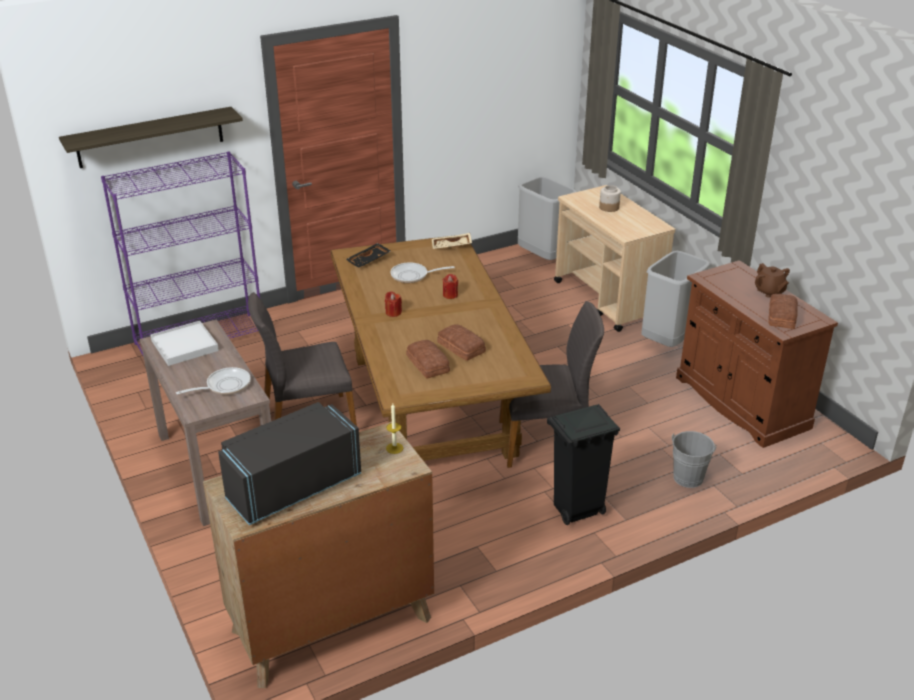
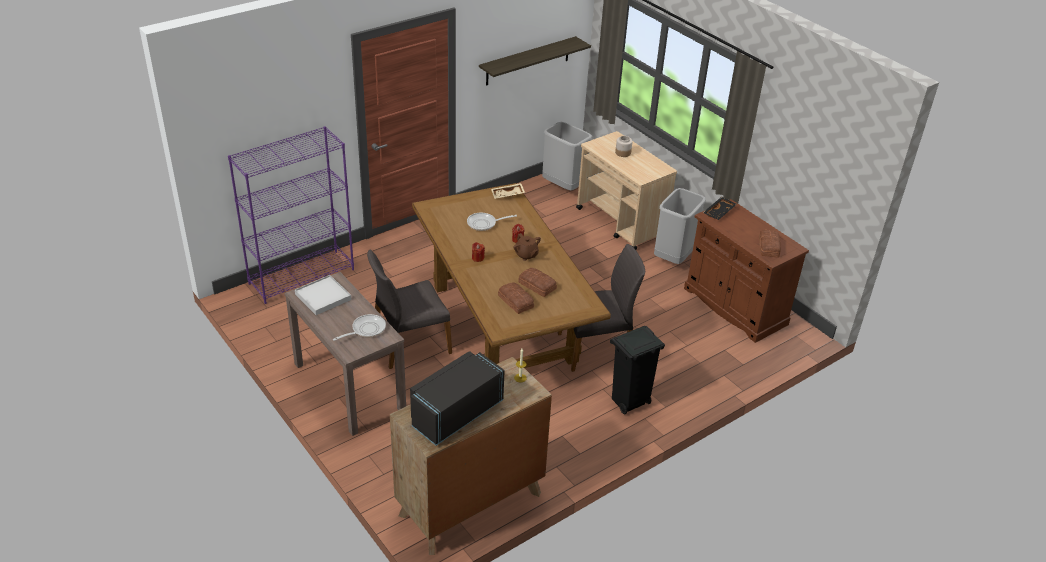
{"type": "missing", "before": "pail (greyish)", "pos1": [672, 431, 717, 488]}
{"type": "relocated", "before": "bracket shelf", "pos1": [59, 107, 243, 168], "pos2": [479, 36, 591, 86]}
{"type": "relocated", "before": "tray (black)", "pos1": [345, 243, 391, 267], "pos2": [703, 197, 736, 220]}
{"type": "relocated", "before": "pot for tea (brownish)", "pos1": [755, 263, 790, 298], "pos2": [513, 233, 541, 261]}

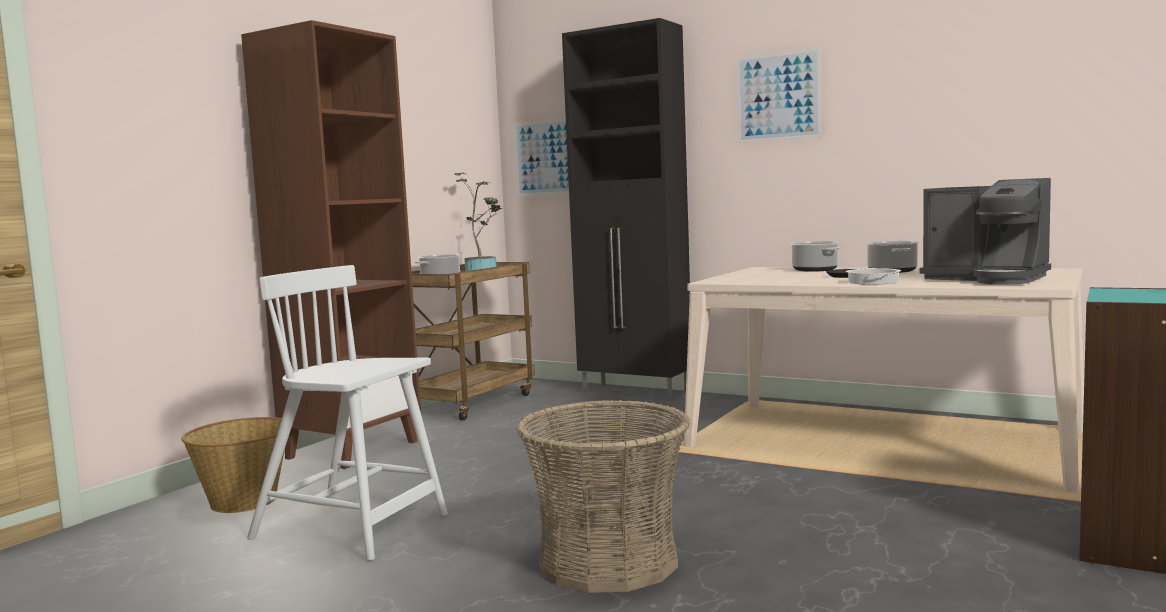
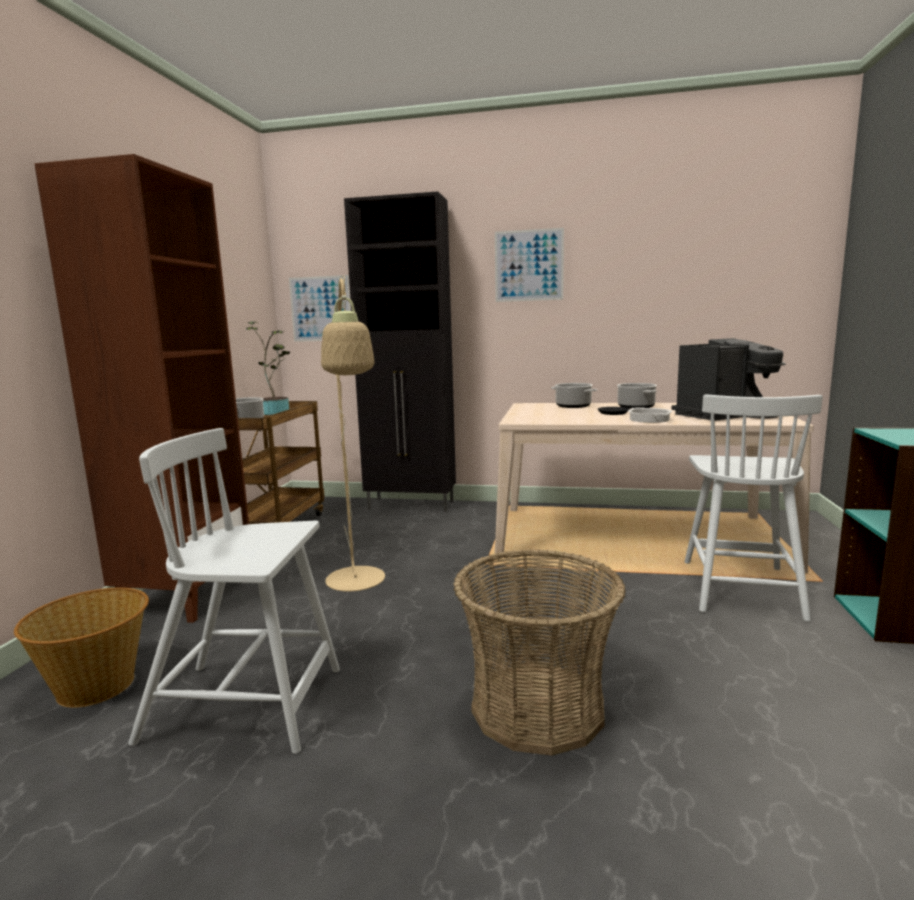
{"type": "appeared", "after": "standard lamp (beige-coloured)", "pos2": [321, 275, 385, 591]}
{"type": "appeared", "after": "plain chair (whitish)", "pos2": [685, 394, 823, 622]}
{"type": "spun", "before": "coffee brewer", "pos1": [920, 178, 1051, 285], "pos2": [671, 338, 786, 421], "turn": -45}

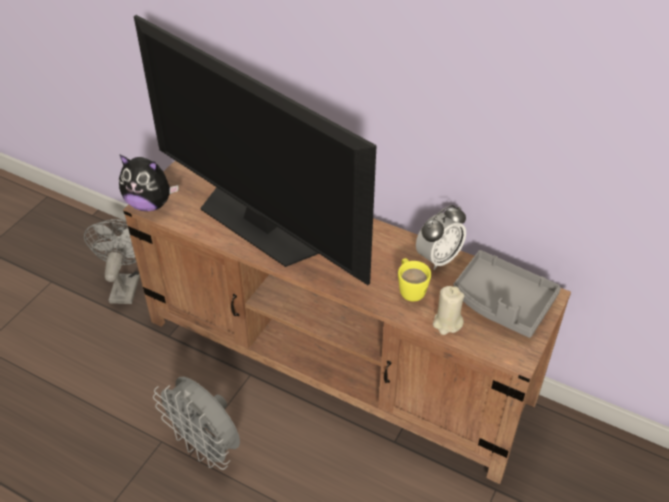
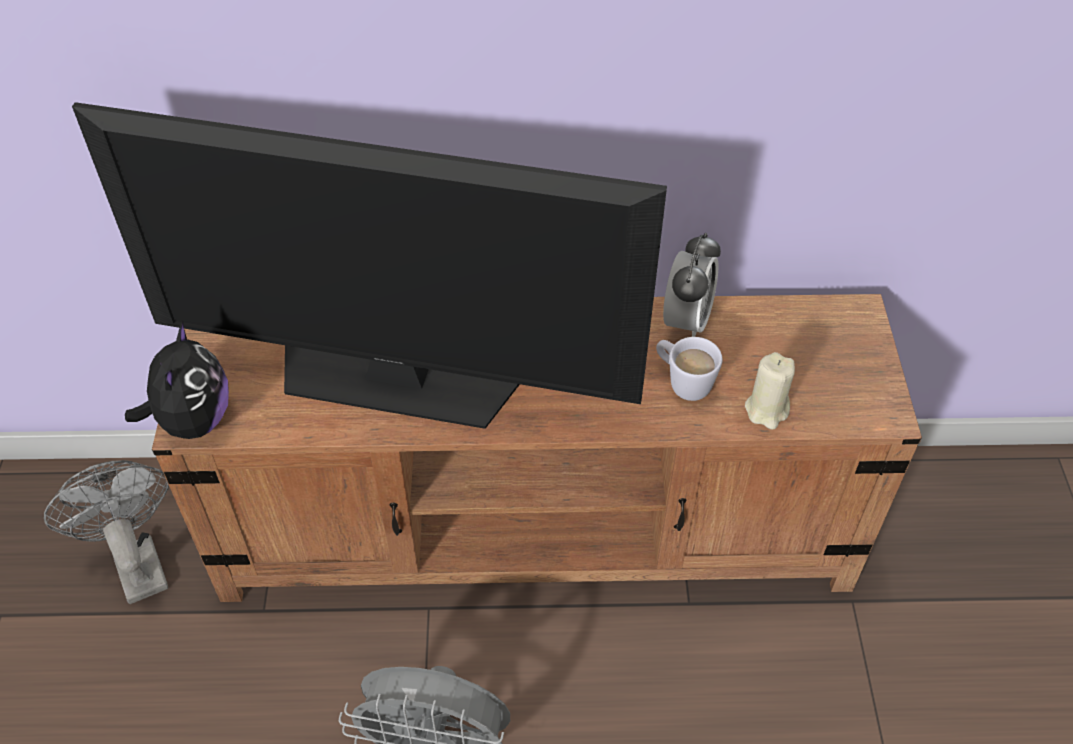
{"type": "missing", "before": "tray (greyish)", "pos1": [453, 250, 561, 338]}
{"type": "colour", "before": "coffee mug (yellow-coloured)", "after": "coffee mug (whitish)", "pos1": [398, 258, 431, 301], "pos2": [656, 337, 722, 401]}
{"type": "spun", "before": "soft toy", "pos1": [119, 154, 179, 211], "pos2": [125, 321, 229, 439], "turn": -75}

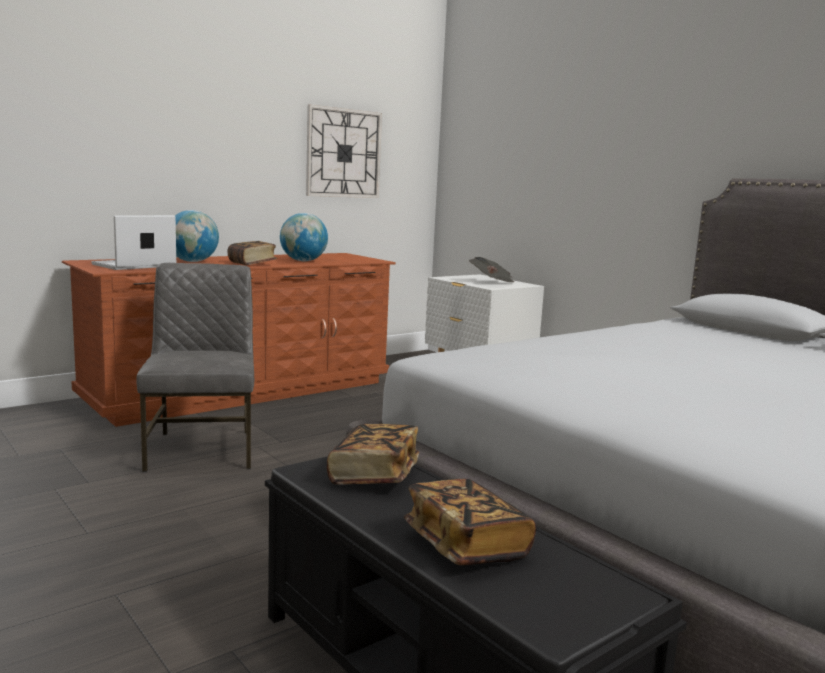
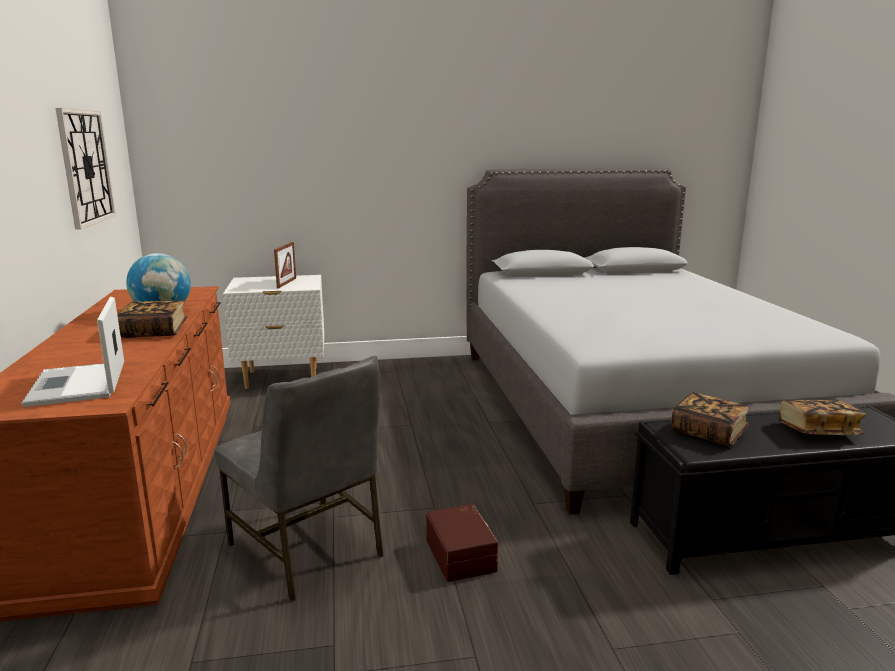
{"type": "missing", "before": "globe", "pos1": [175, 210, 219, 262]}
{"type": "appeared", "after": "storage container (brownish)", "pos2": [426, 504, 498, 582]}
{"type": "exchanged", "before": "newspaper", "after": "picture frame", "pos1": [469, 257, 514, 282], "pos2": [274, 242, 296, 288]}
{"type": "spun", "before": "plain chair (greyish)", "pos1": [136, 263, 254, 472], "pos2": [214, 356, 384, 602], "turn": -150}

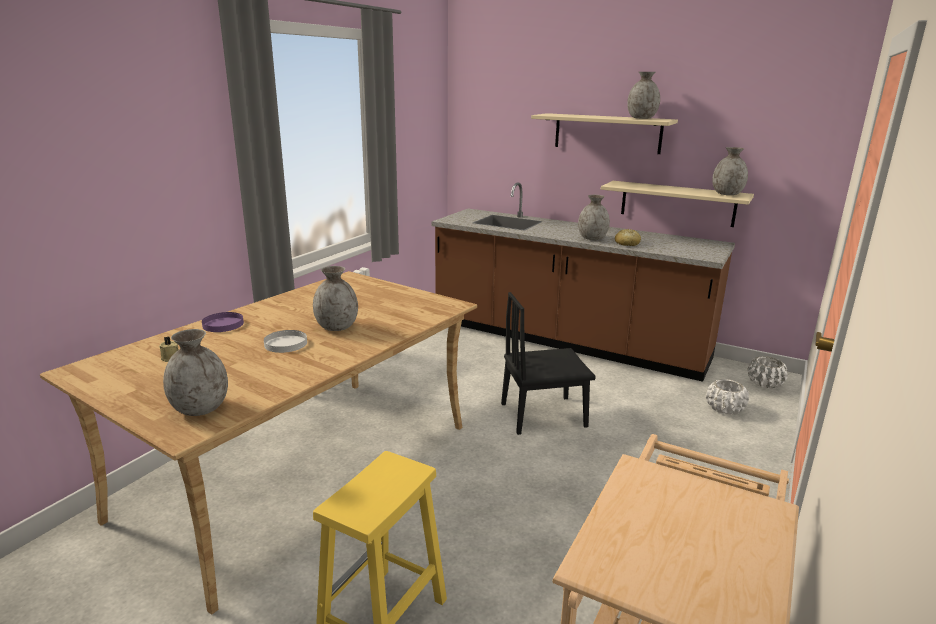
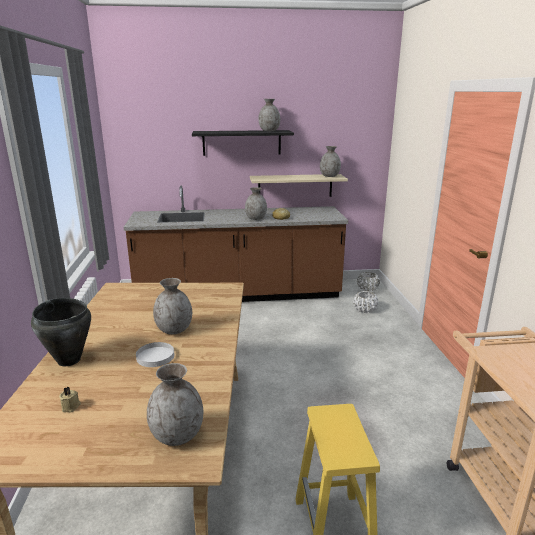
{"type": "missing", "before": "plain chair (black)", "pos1": [501, 292, 596, 435]}
{"type": "exchanged", "before": "dinner plate (purple-coloured)", "after": "saucepot (black)", "pos1": [202, 312, 244, 332], "pos2": [31, 298, 91, 366]}
{"type": "colour", "before": "bracket shelf (beige-coloured)", "after": "bracket shelf (black)", "pos1": [531, 113, 678, 154], "pos2": [192, 130, 294, 156]}

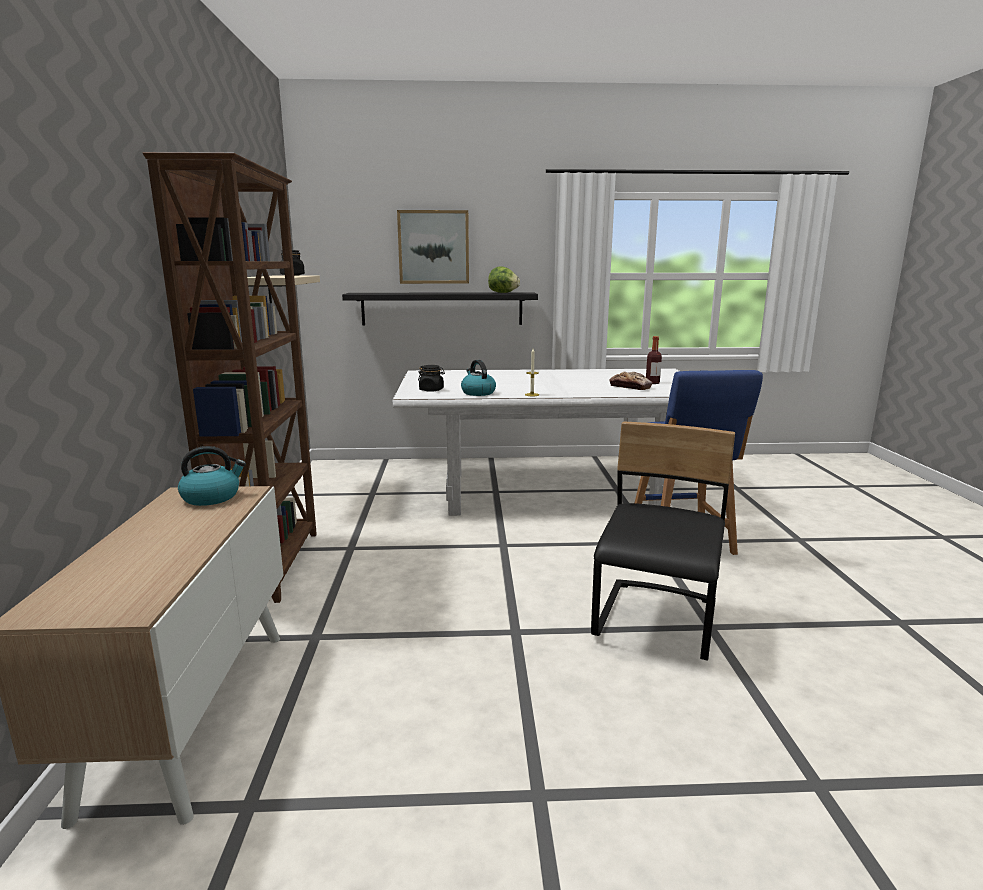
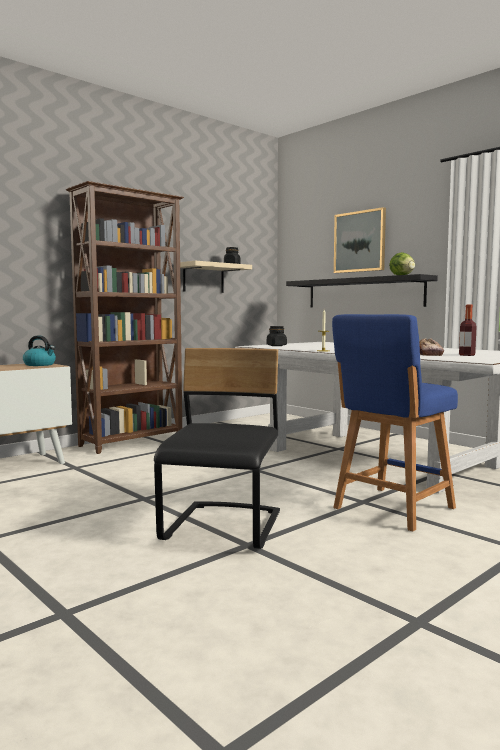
{"type": "missing", "before": "tea kettle", "pos1": [461, 360, 496, 396]}
{"type": "spun", "before": "plain chair (black)", "pos1": [591, 422, 735, 661], "pos2": [154, 348, 280, 549], "turn": -60}

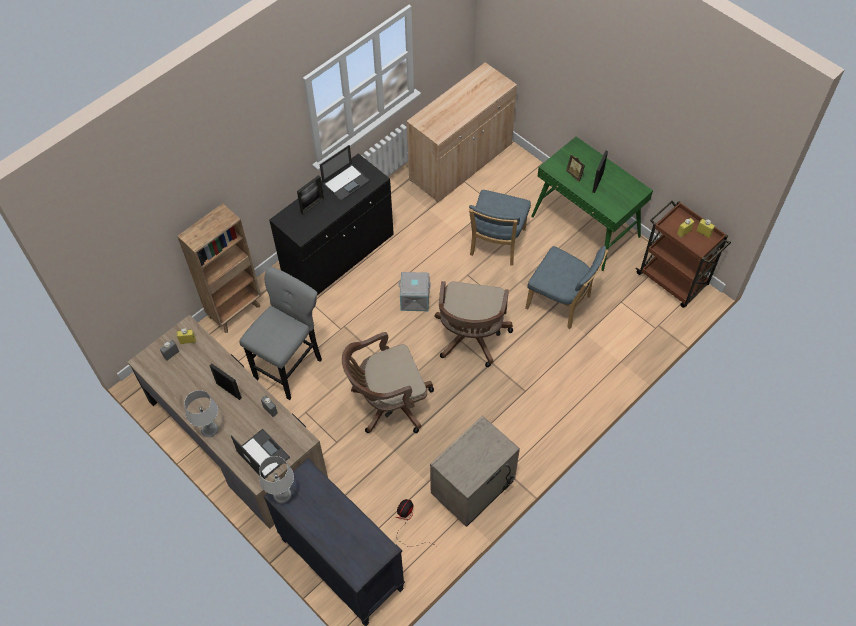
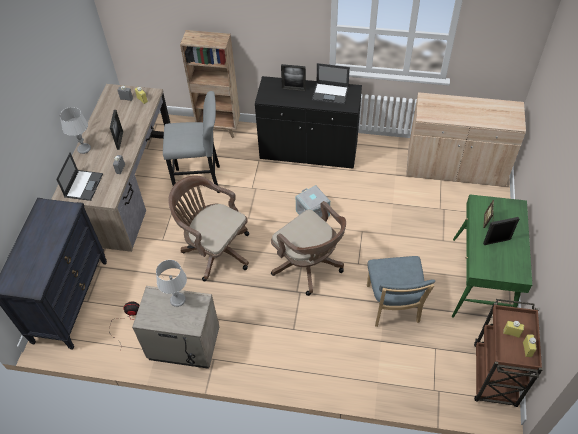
{"type": "missing", "before": "plain chair (blue)", "pos1": [469, 190, 531, 266]}
{"type": "relocated", "before": "lamp for a table (greyish)", "pos1": [259, 456, 294, 504], "pos2": [156, 260, 187, 307]}
{"type": "spun", "before": "desk chair (brownish)", "pos1": [435, 281, 513, 367], "pos2": [271, 201, 346, 296], "turn": -105}

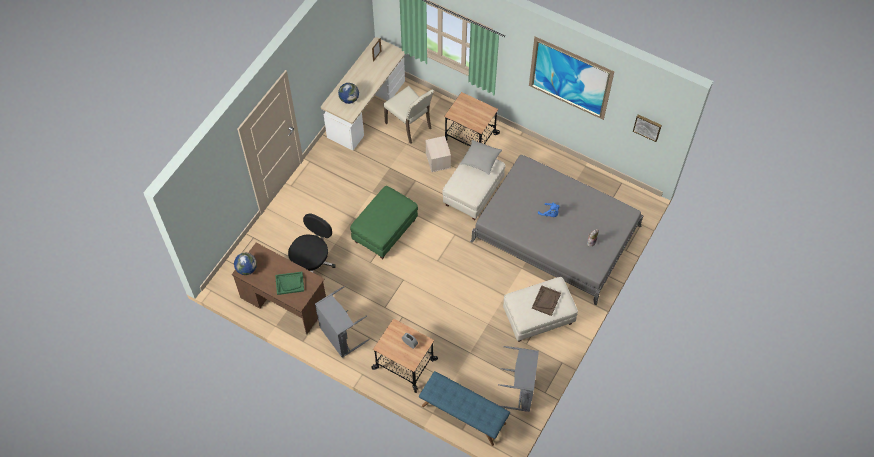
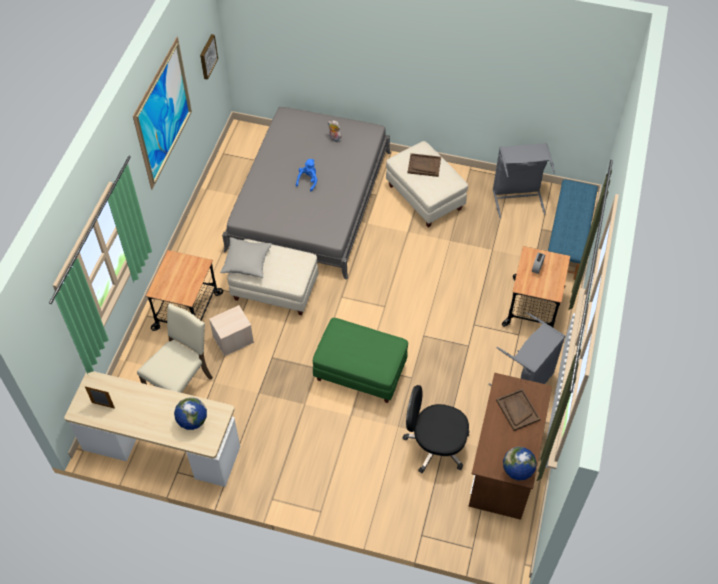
{"type": "colour", "before": "tray (greenish)", "after": "tray (brownish)", "pos1": [275, 272, 304, 295], "pos2": [496, 388, 541, 431]}

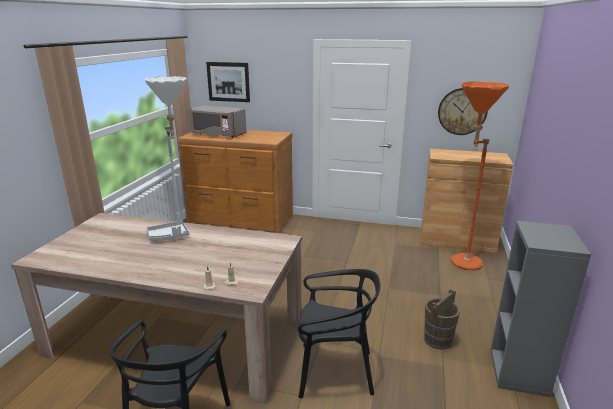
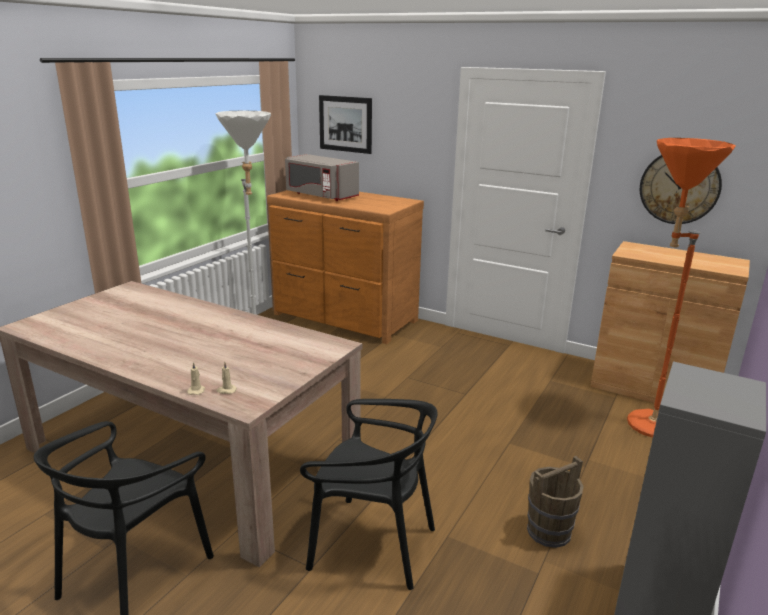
{"type": "missing", "before": "tray (greyish)", "pos1": [146, 221, 189, 241]}

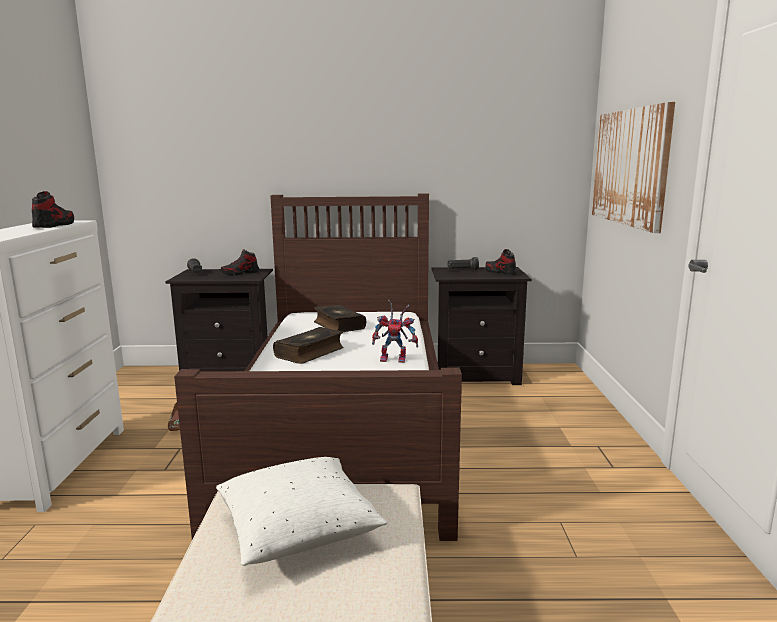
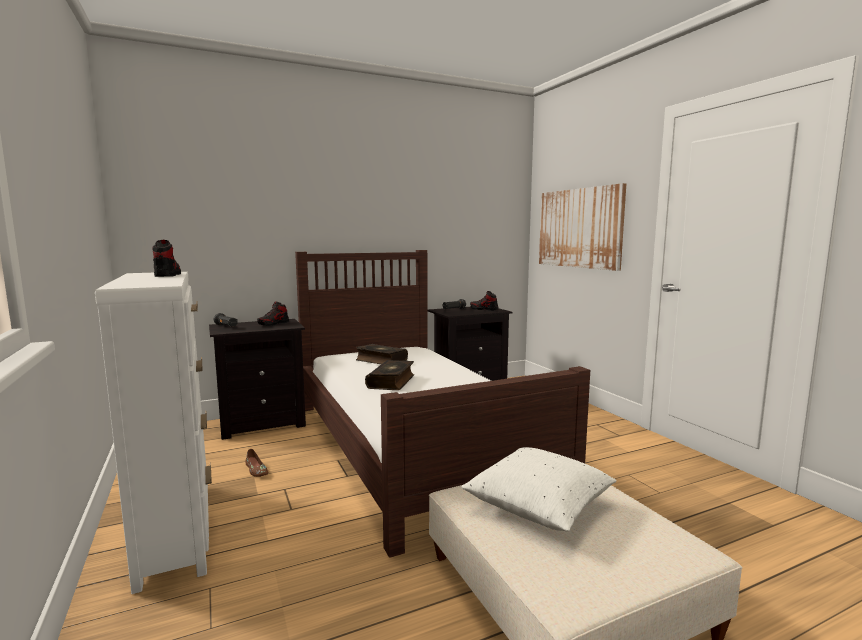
{"type": "missing", "before": "robot figure", "pos1": [372, 300, 418, 363]}

